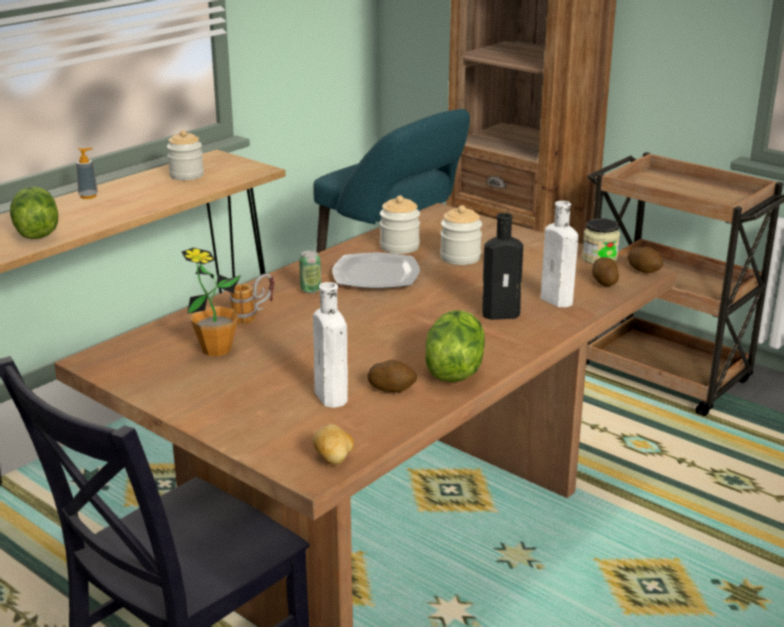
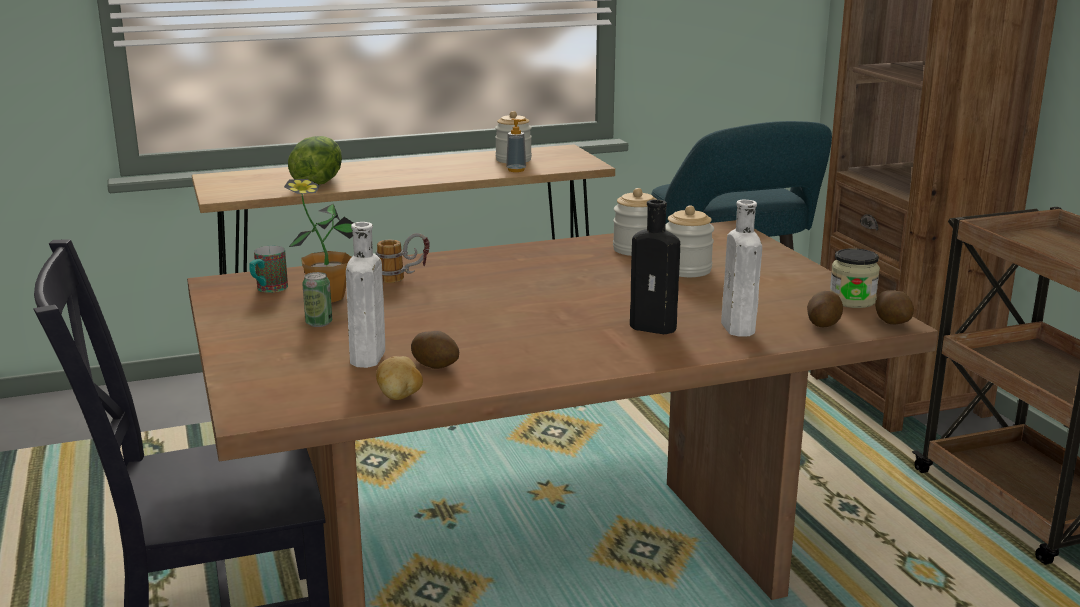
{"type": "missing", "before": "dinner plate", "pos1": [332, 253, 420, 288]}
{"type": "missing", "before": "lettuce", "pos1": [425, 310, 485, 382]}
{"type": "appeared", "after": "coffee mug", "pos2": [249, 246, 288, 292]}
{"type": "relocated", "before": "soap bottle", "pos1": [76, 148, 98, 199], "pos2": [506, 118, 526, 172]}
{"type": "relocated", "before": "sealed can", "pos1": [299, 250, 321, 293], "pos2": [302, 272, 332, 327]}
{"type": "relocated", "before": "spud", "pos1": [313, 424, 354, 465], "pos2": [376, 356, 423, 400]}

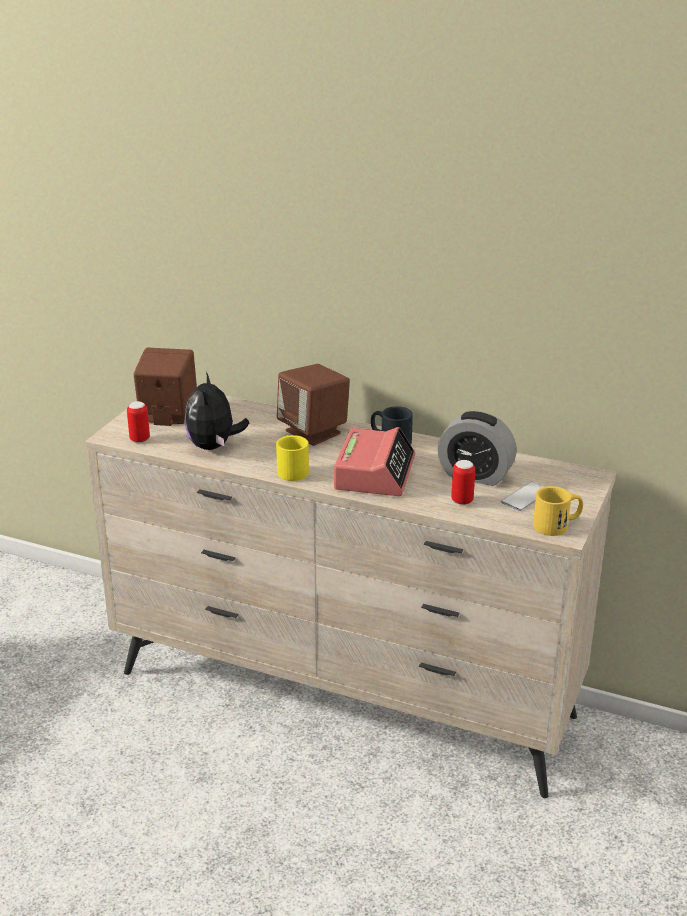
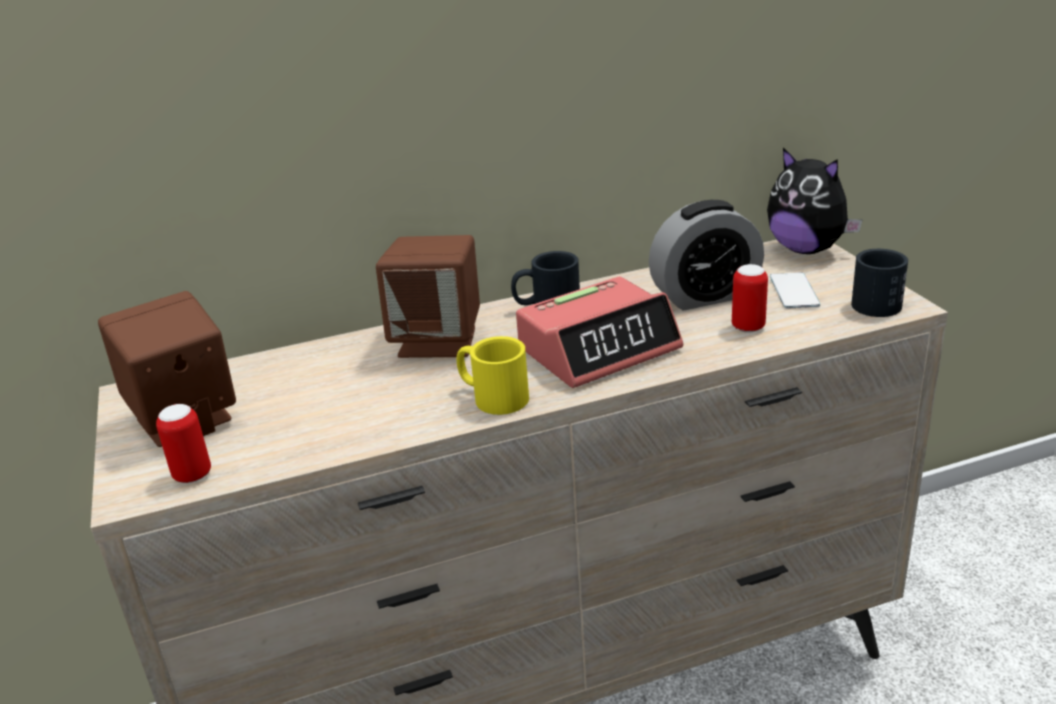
{"type": "relocated", "before": "soft toy", "pos1": [185, 372, 249, 450], "pos2": [767, 148, 863, 254]}
{"type": "colour", "before": "coffee mug (yellow-coloured)", "after": "coffee mug (black)", "pos1": [533, 486, 583, 536], "pos2": [851, 249, 908, 317]}
{"type": "spun", "before": "alarm clock", "pos1": [334, 427, 415, 496], "pos2": [516, 276, 683, 388], "turn": 90}

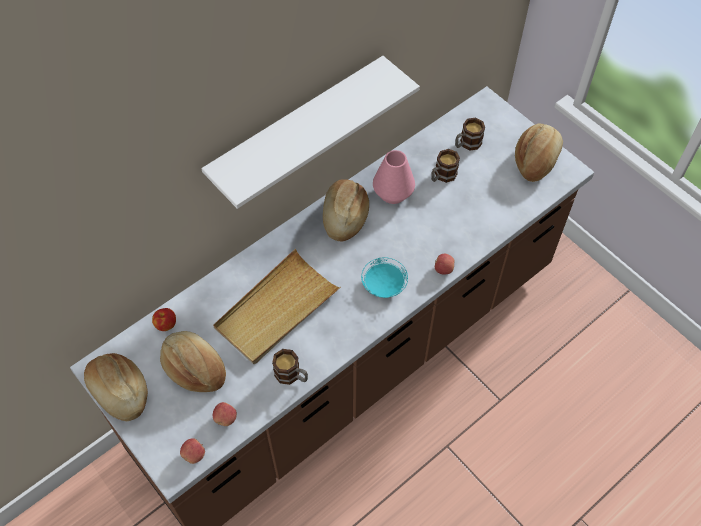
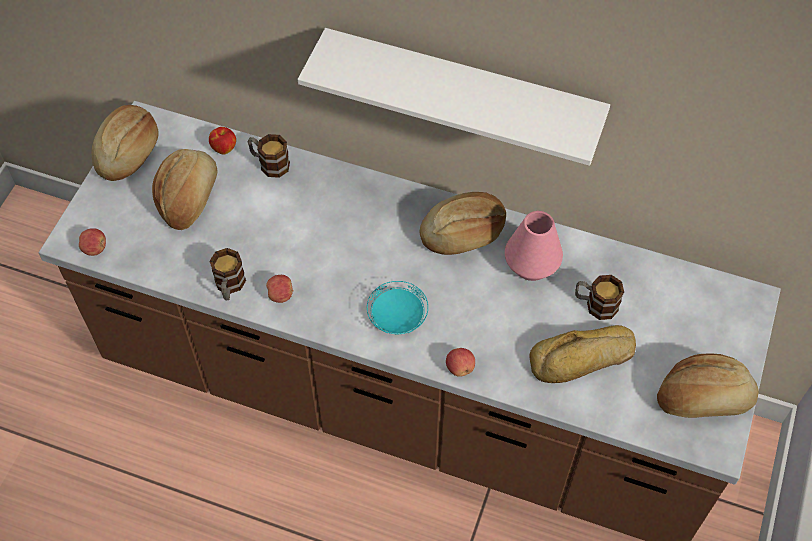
{"type": "missing", "before": "tray (beige-coloured)", "pos1": [213, 249, 341, 364]}
{"type": "appeared", "after": "baked bread", "pos2": [530, 325, 636, 383]}
{"type": "relocated", "before": "apple fruit", "pos1": [213, 402, 237, 426], "pos2": [266, 275, 294, 303]}
{"type": "relocated", "before": "coffee mug", "pos1": [455, 117, 485, 151], "pos2": [248, 134, 290, 178]}

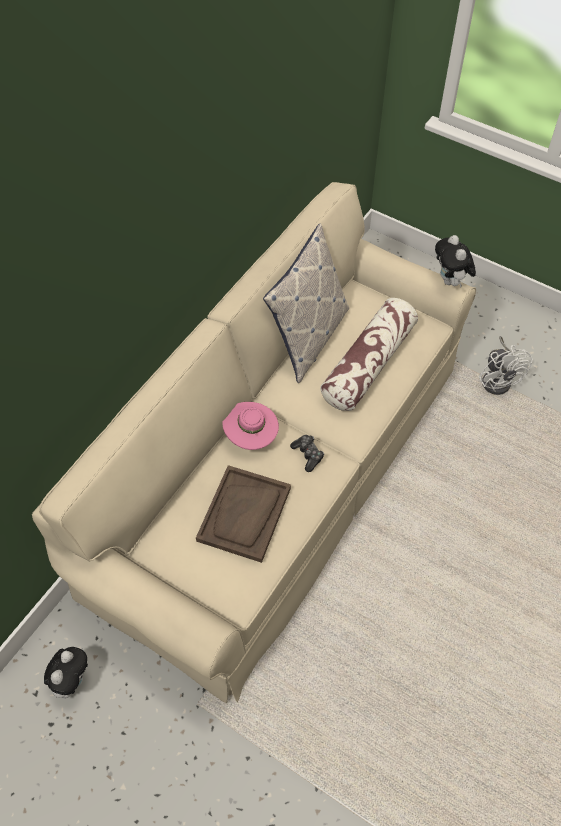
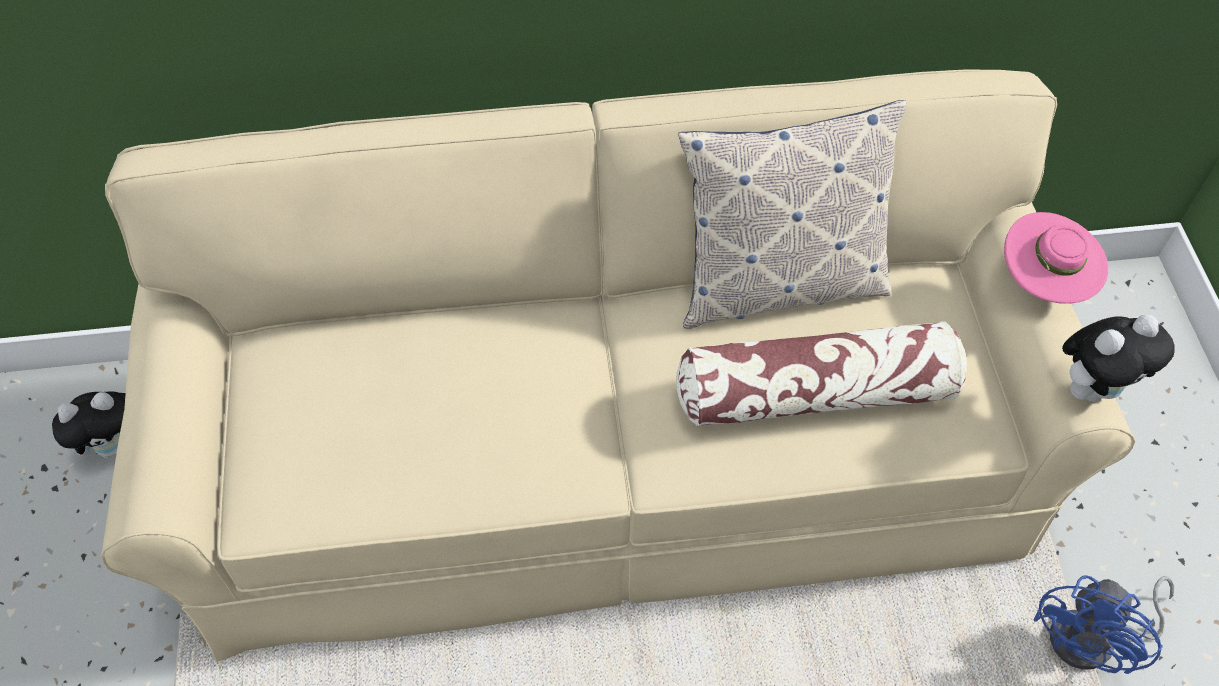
{"type": "missing", "before": "tray (brownish)", "pos1": [196, 465, 291, 563]}
{"type": "missing", "before": "joypad", "pos1": [290, 435, 324, 472]}
{"type": "relocated", "before": "wearable hat (pink)", "pos1": [222, 402, 279, 450], "pos2": [1004, 212, 1108, 304]}
{"type": "colour", "before": "fan (whitish)", "after": "fan (blue)", "pos1": [479, 336, 532, 395], "pos2": [1033, 575, 1174, 674]}
{"type": "spun", "before": "soft toy", "pos1": [435, 235, 476, 288], "pos2": [1062, 314, 1175, 402], "turn": -150}

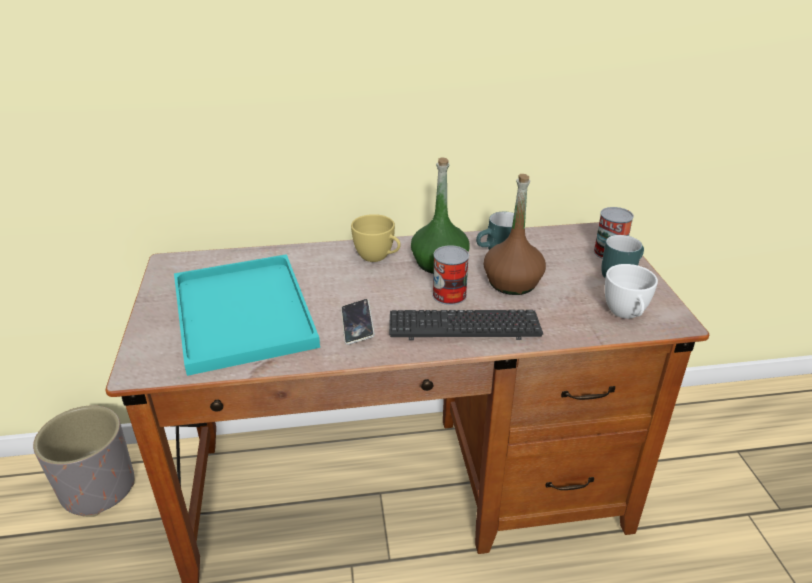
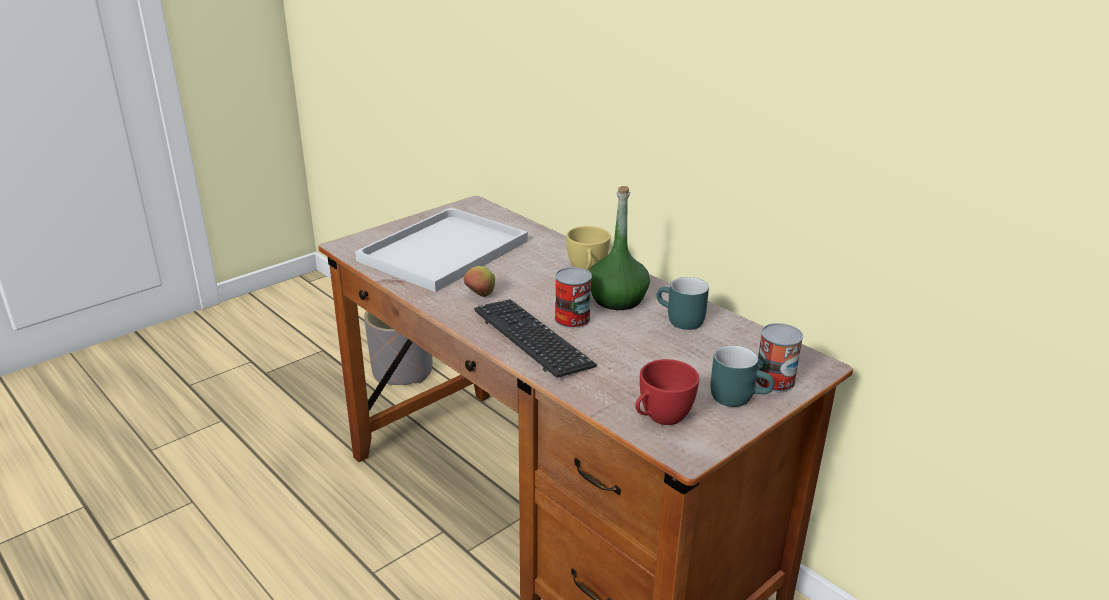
{"type": "missing", "before": "beverage bottle (brownish)", "pos1": [484, 174, 546, 295]}
{"type": "exchanged", "before": "handset", "after": "apple fruit", "pos1": [341, 299, 375, 345], "pos2": [464, 266, 495, 297]}
{"type": "colour", "before": "tray (blue-green)", "after": "tray (whitish)", "pos1": [174, 254, 320, 376], "pos2": [355, 207, 528, 292]}
{"type": "colour", "before": "drinking cup (whitish)", "after": "drinking cup (reddish)", "pos1": [605, 264, 658, 319], "pos2": [635, 359, 699, 425]}

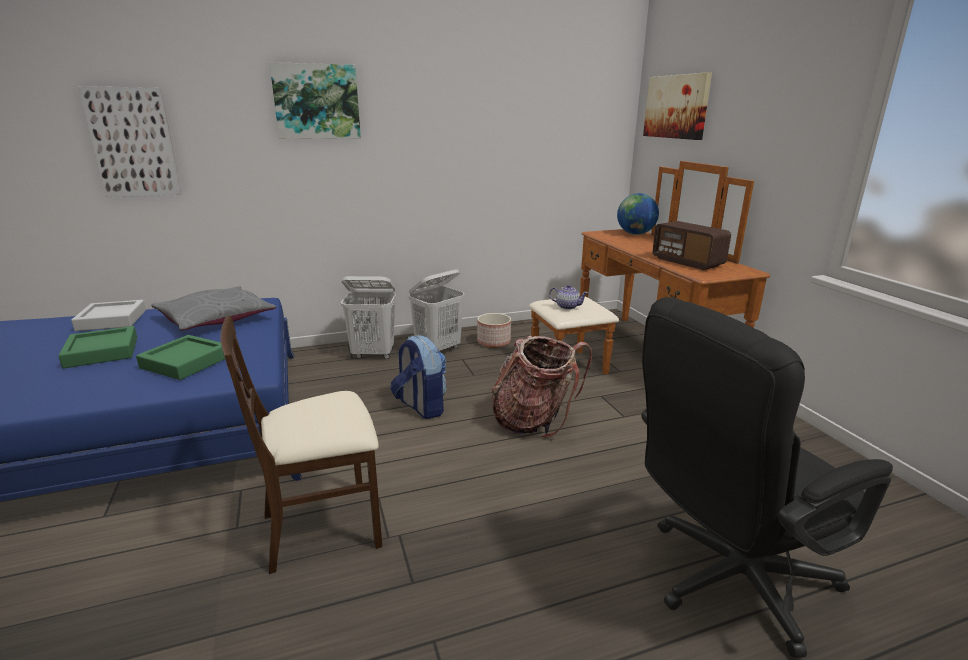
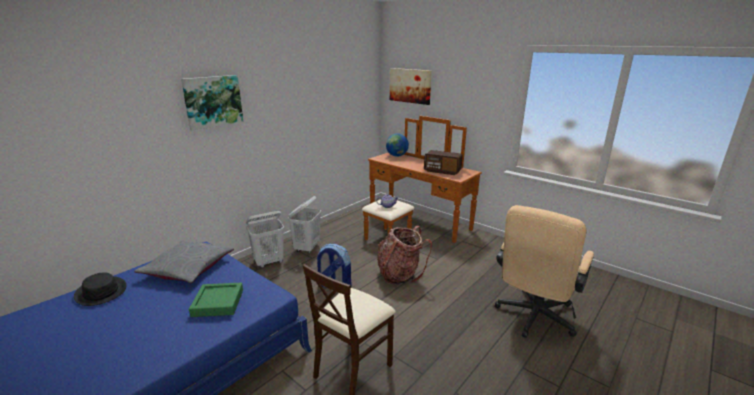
{"type": "missing", "before": "tray (greenish)", "pos1": [58, 326, 137, 368]}
{"type": "missing", "before": "wall picture", "pos1": [78, 86, 182, 198]}
{"type": "missing", "before": "flower pot", "pos1": [477, 313, 511, 348]}
{"type": "exchanged", "before": "tray (greyish)", "after": "wearable hat (black)", "pos1": [71, 300, 146, 331], "pos2": [74, 272, 126, 306]}
{"type": "colour", "before": "desk chair (black)", "after": "desk chair (beige-coloured)", "pos1": [641, 297, 893, 658], "pos2": [495, 205, 594, 338]}

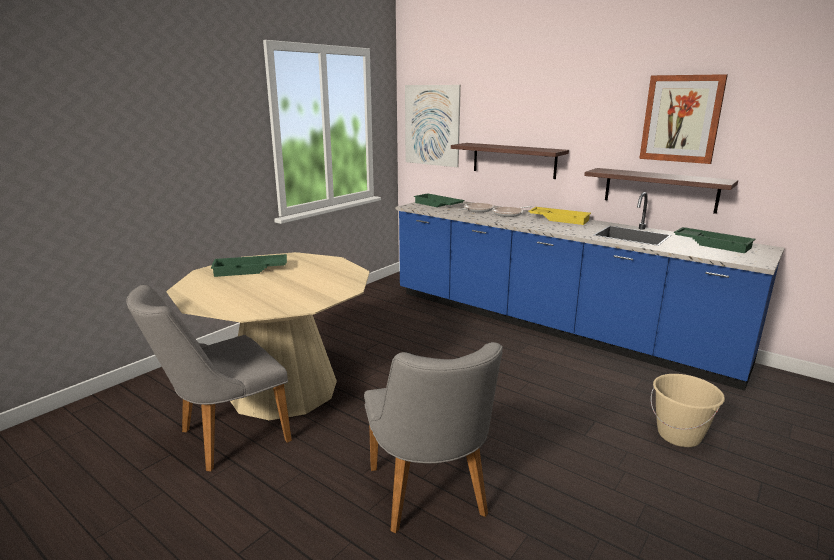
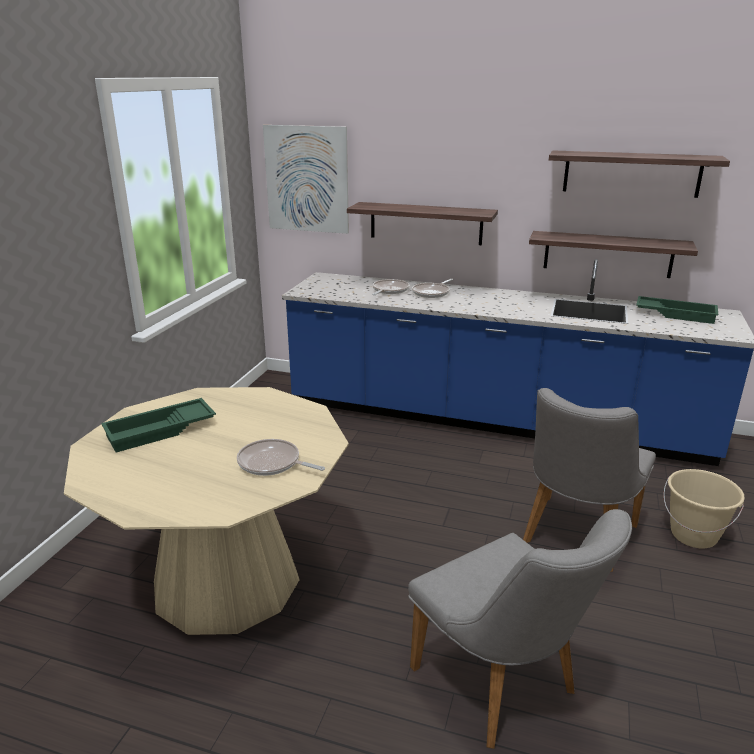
{"type": "missing", "before": "tray (greenish)", "pos1": [414, 194, 465, 207]}
{"type": "missing", "before": "tray (yellow-coloured)", "pos1": [528, 207, 591, 225]}
{"type": "appeared", "after": "frying pan", "pos2": [237, 439, 325, 476]}
{"type": "relocated", "before": "plain chair (greyish)", "pos1": [126, 285, 292, 471], "pos2": [523, 388, 656, 572]}
{"type": "exchanged", "before": "wall picture", "after": "bracket shelf", "pos1": [639, 74, 728, 164], "pos2": [549, 150, 730, 198]}

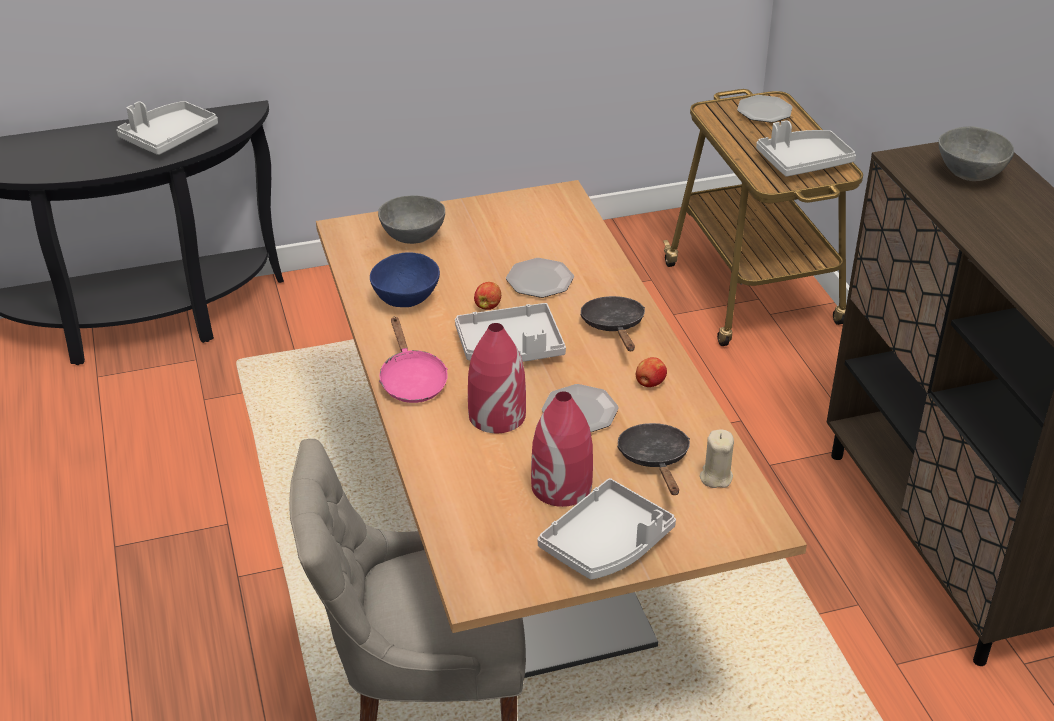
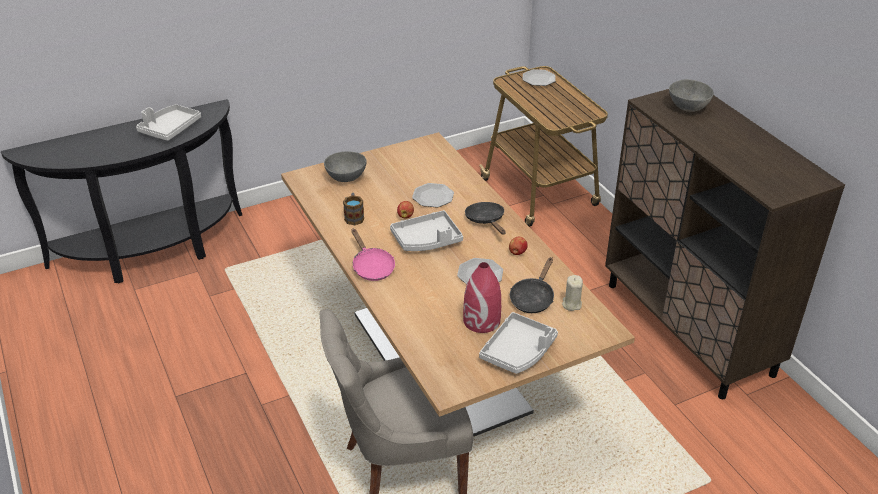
{"type": "missing", "before": "decorative vase (reddish)", "pos1": [468, 323, 526, 433]}
{"type": "missing", "before": "tray (greyish)", "pos1": [756, 120, 856, 177]}
{"type": "exchanged", "before": "serving bowl (blue)", "after": "coffee mug", "pos1": [370, 252, 440, 307], "pos2": [343, 193, 364, 225]}
{"type": "spun", "before": "frying pan (black)", "pos1": [617, 423, 690, 495], "pos2": [510, 257, 554, 313], "turn": -135}

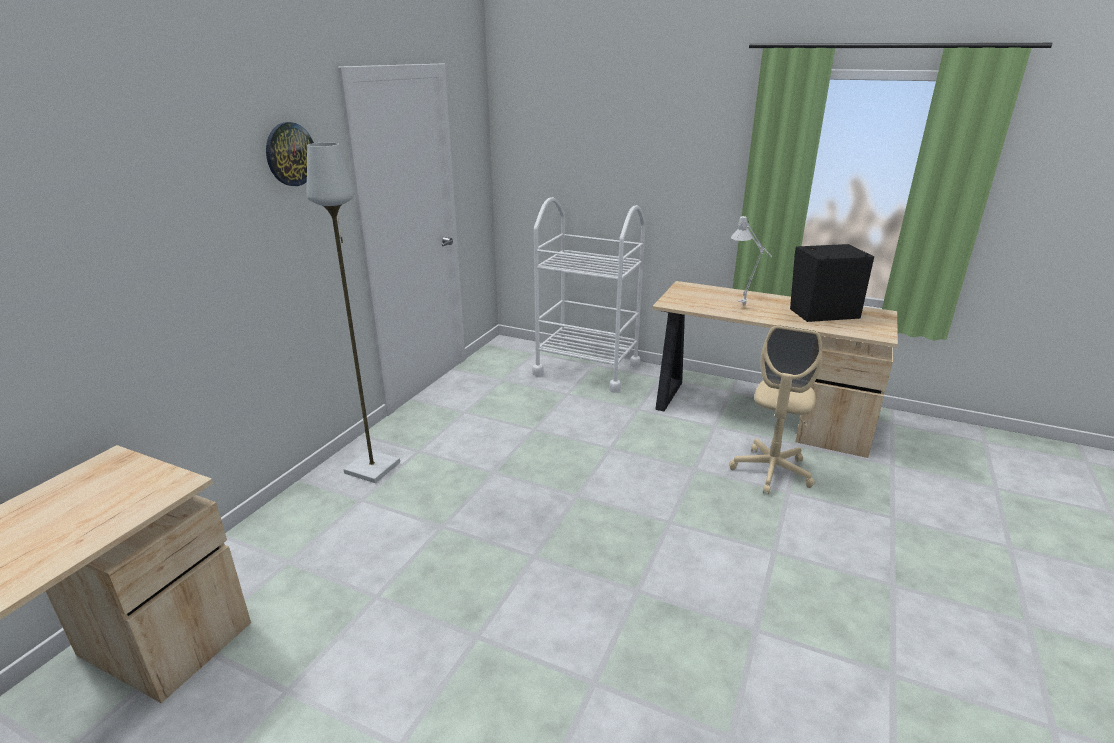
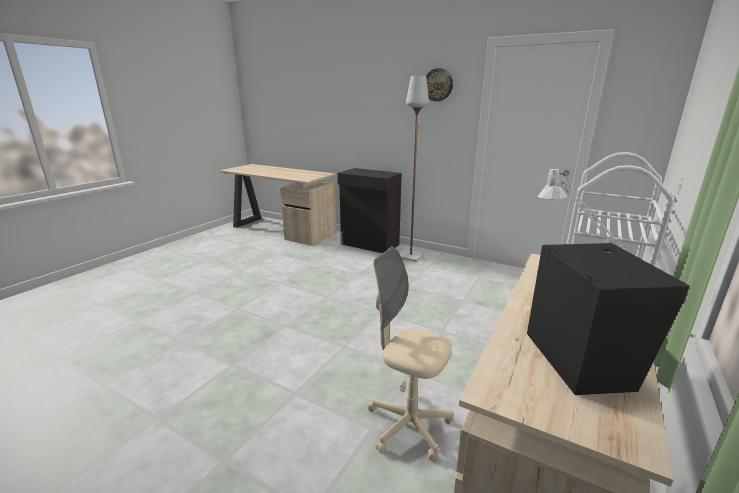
{"type": "appeared", "after": "storage cabinet (black)", "pos2": [338, 168, 402, 253]}

